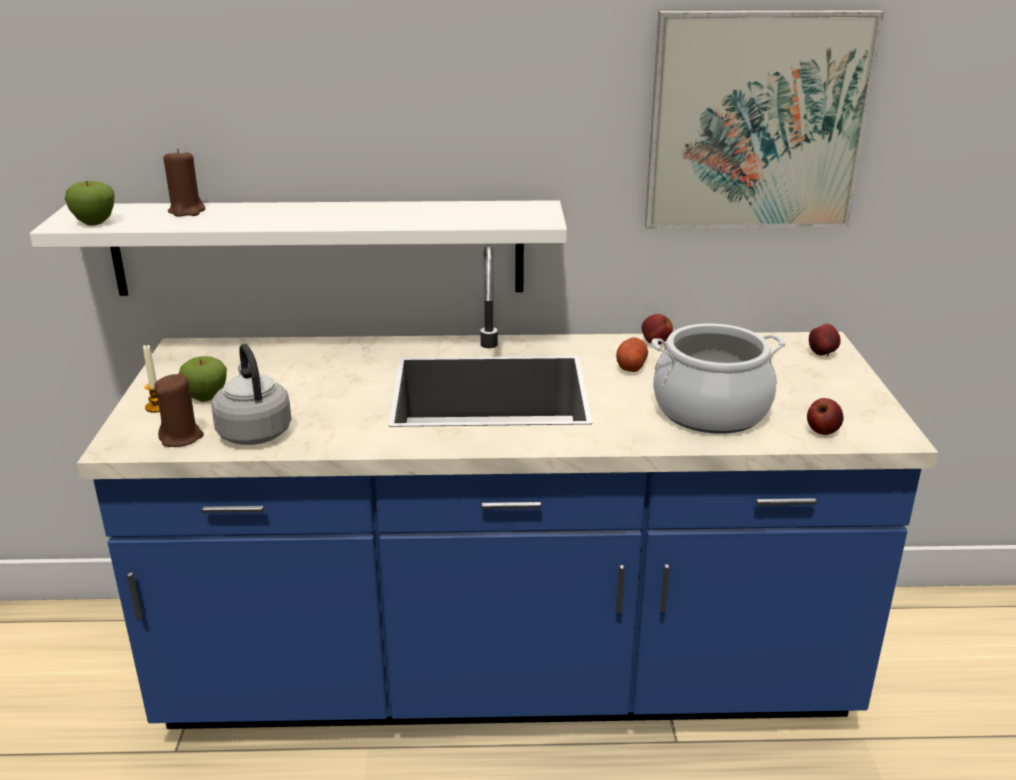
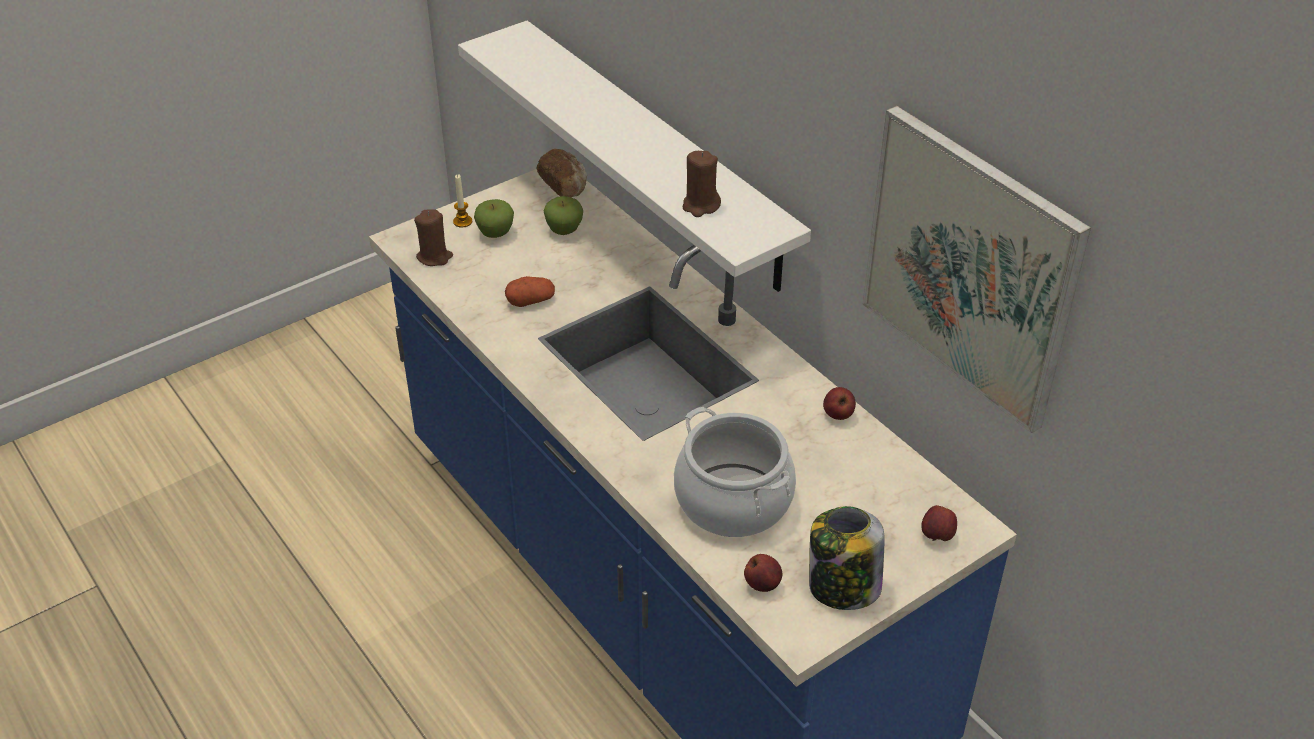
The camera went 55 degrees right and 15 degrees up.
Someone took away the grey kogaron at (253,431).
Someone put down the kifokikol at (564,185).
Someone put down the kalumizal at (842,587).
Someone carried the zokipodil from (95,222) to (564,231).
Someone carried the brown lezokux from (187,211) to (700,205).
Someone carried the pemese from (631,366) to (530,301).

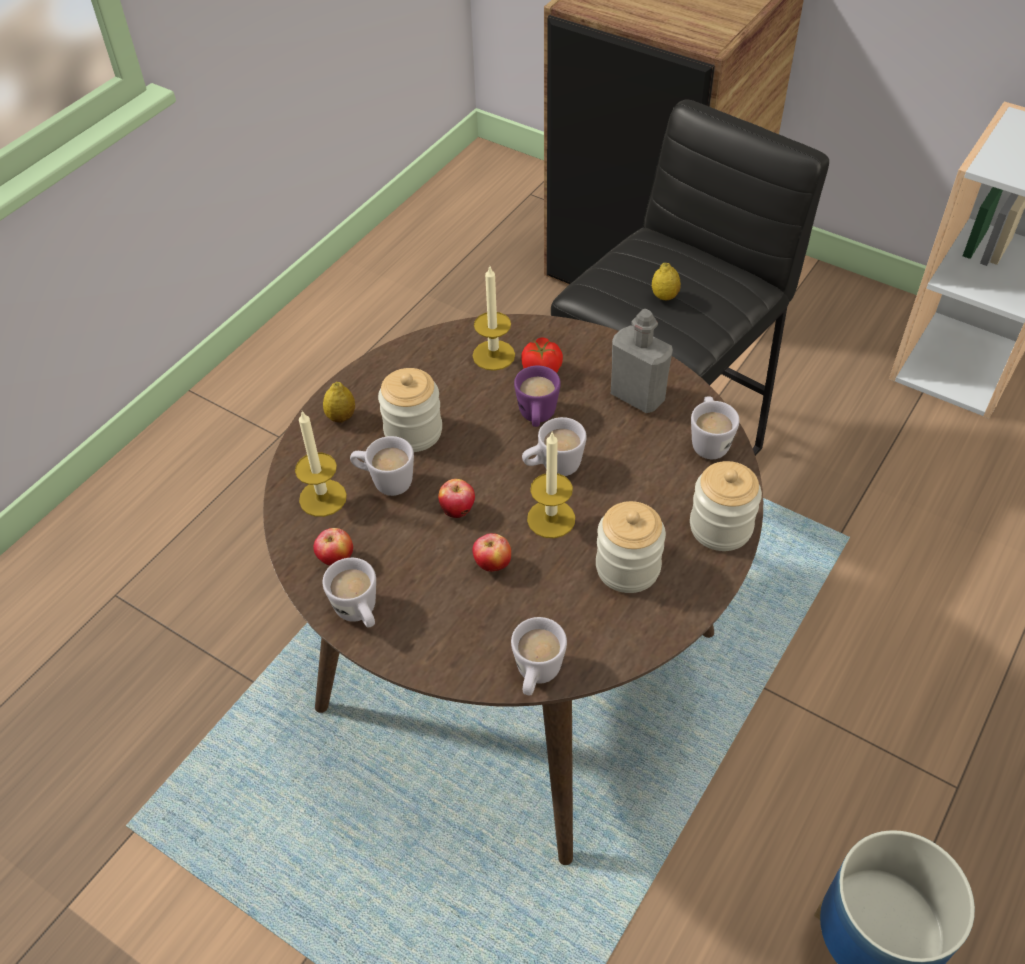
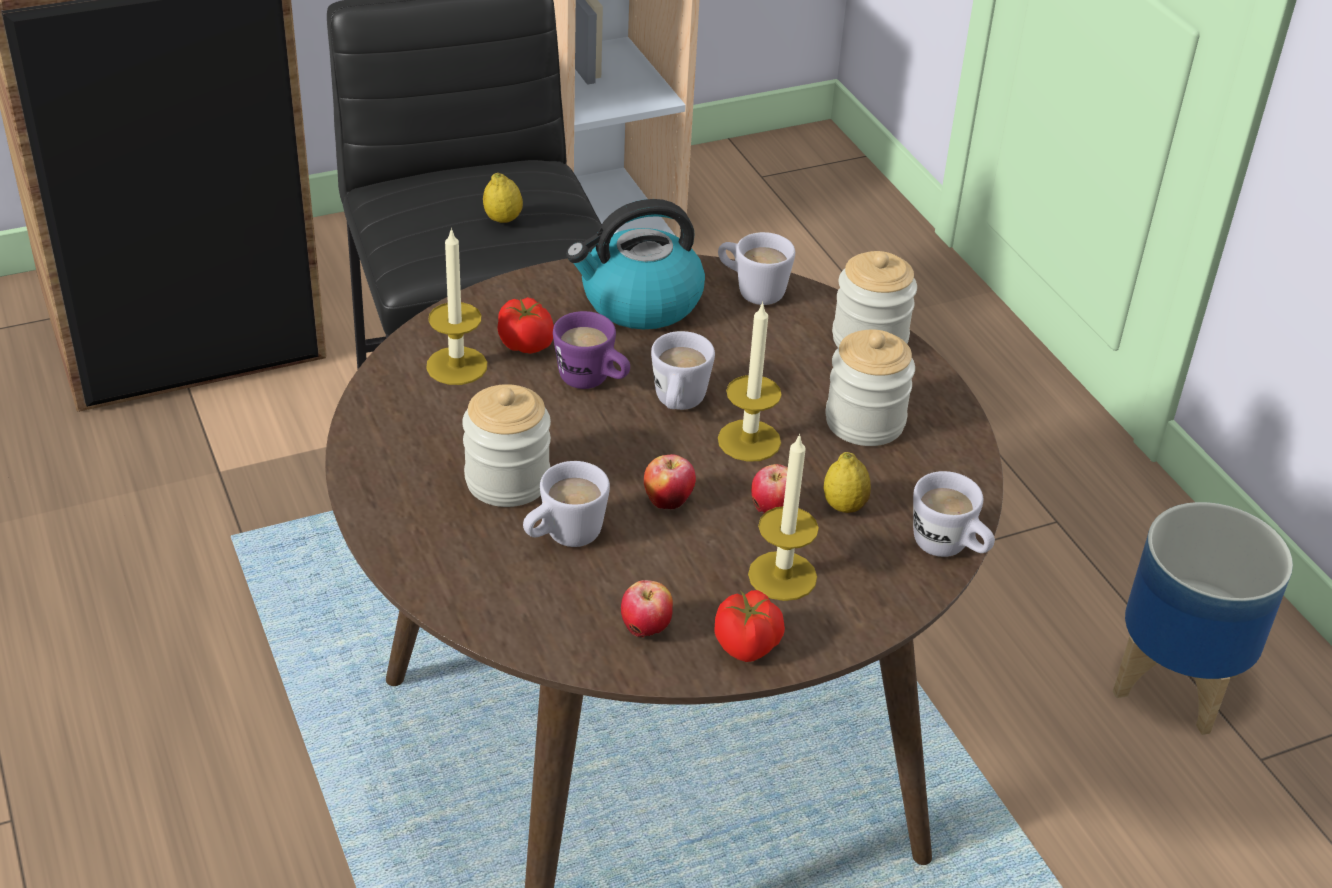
The camera went 60 degrees left and 10 degrees down.
Someone carried the lezokux from (323,498) to (782,576).
Someone carried the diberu from (341,417) to (844,506).
Someone swapped the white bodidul at (359,614) for the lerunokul at (747,645).
Someone swapped the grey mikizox at (637,396) for the kogaron at (639,302).

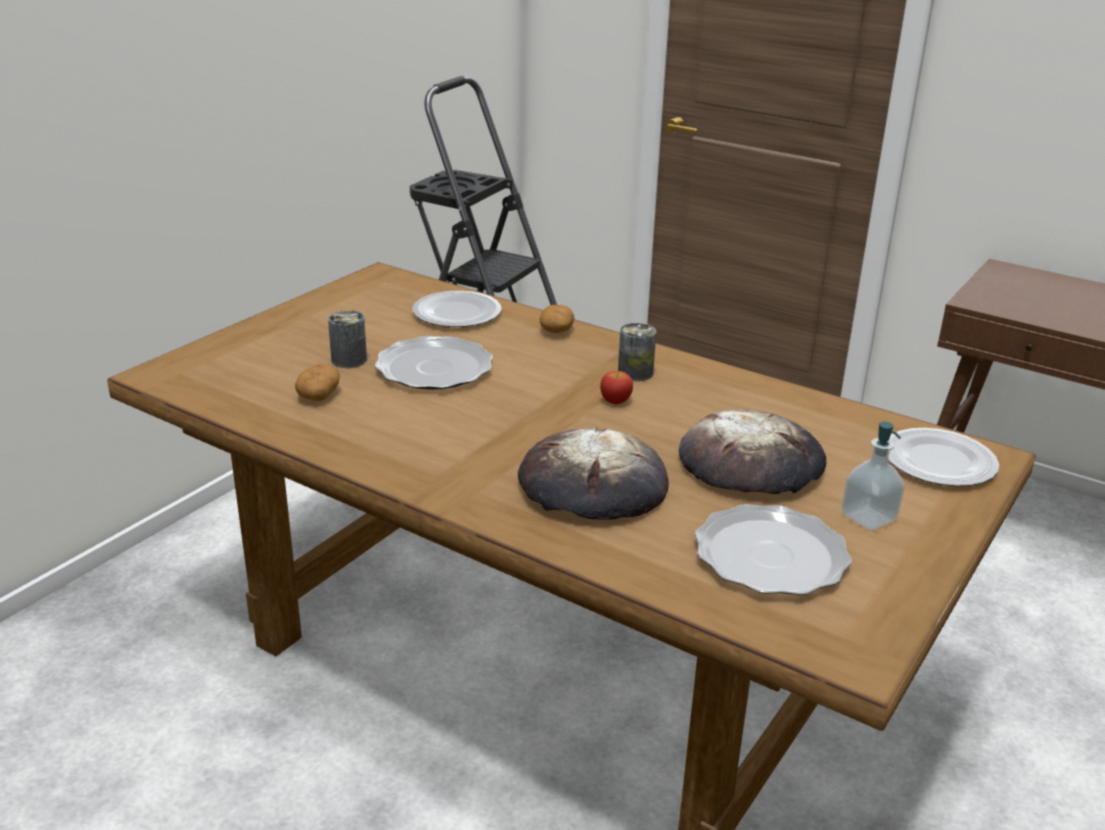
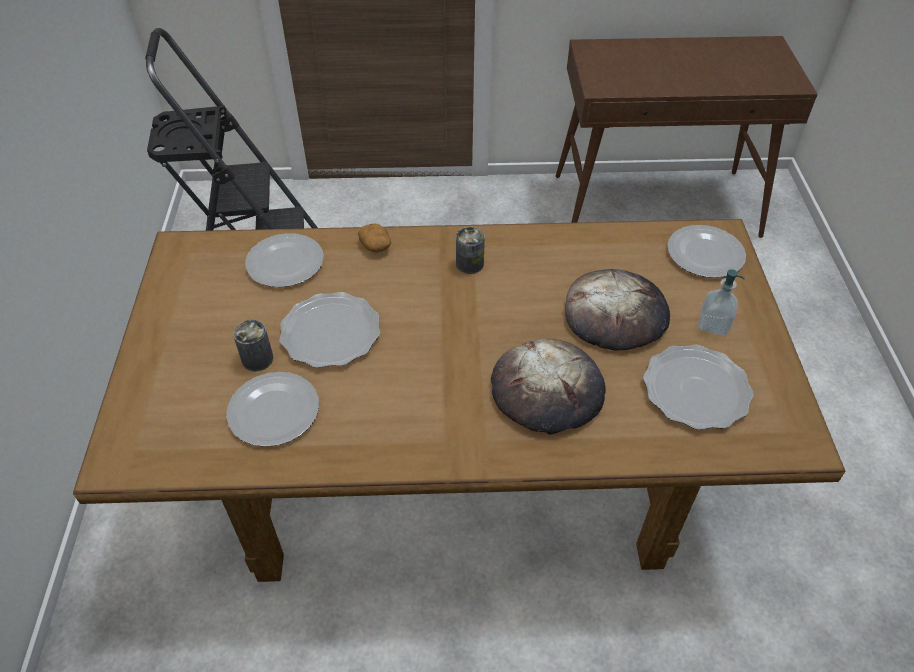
The camera went 35 degrees left and 20 degrees up.
Someone took away the zokipodil at (616,401).
Someone swapped the pemese at (318,395) for the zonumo at (274,410).

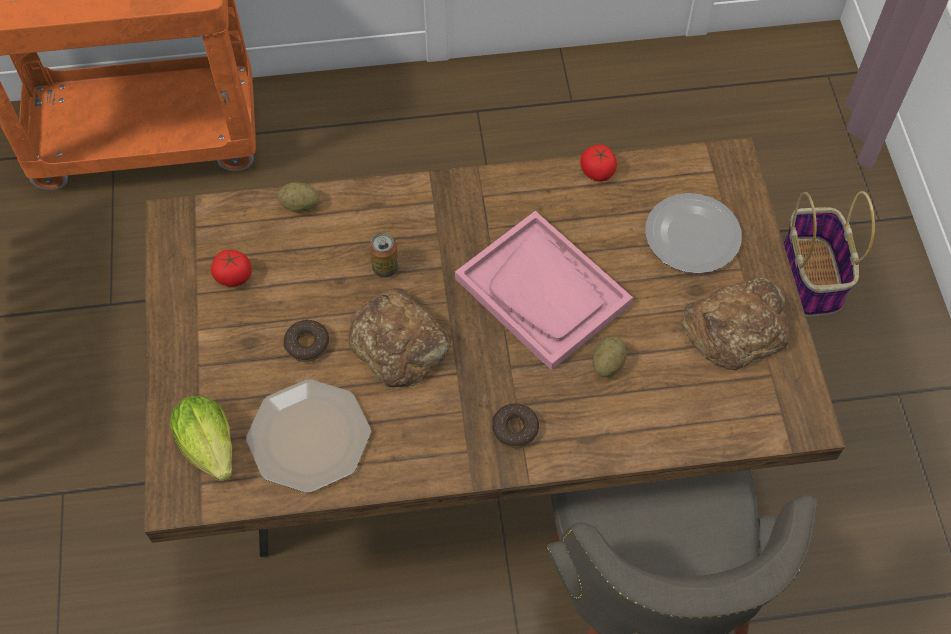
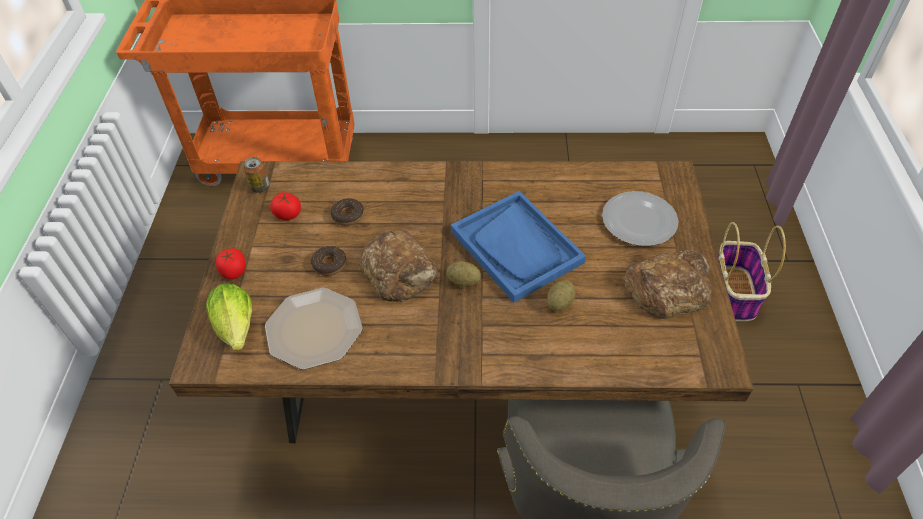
The camera went 10 degrees right and 10 degrees down.
Someone carried the pemese from (300,205) to (463,281).
Someone carried the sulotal from (385,267) to (260,187).
Someone carried the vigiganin from (515,429) to (348,215).
Someone carried the lerunokul from (597,172) to (234,271).
Someone repainted the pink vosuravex at (543,291), which became the blue vosuravex at (517,247).

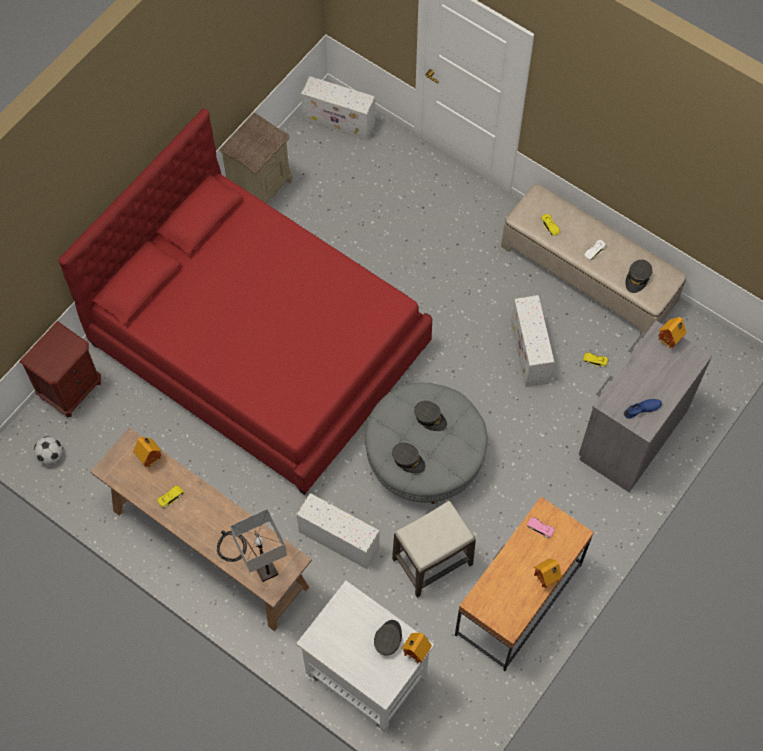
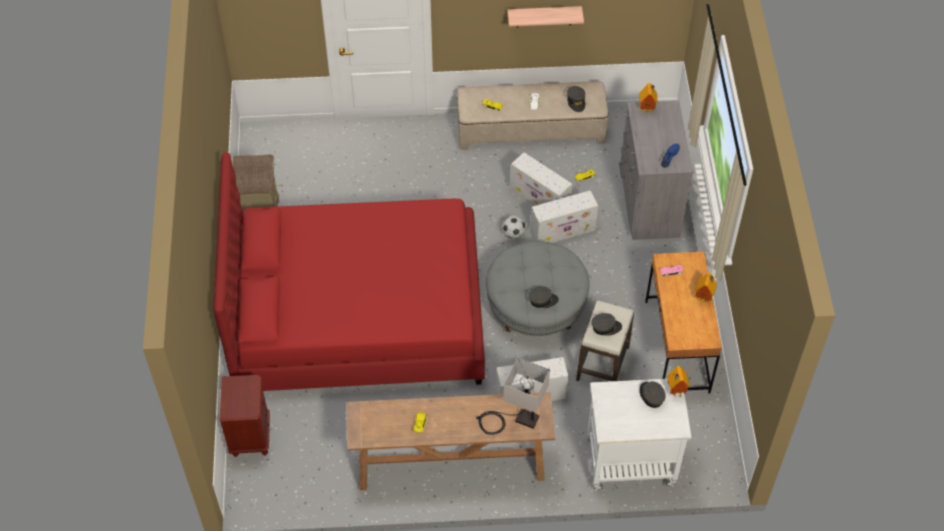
The camera went 40 degrees left and 10 degrees down.
Someone took away the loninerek at (151,458).
Someone put up the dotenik at (544,16).
Someone carried the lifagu from (50,455) to (513,233).
Someone carried the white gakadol from (340,122) to (563,230).
Someone carried the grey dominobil from (430,418) to (605,327).

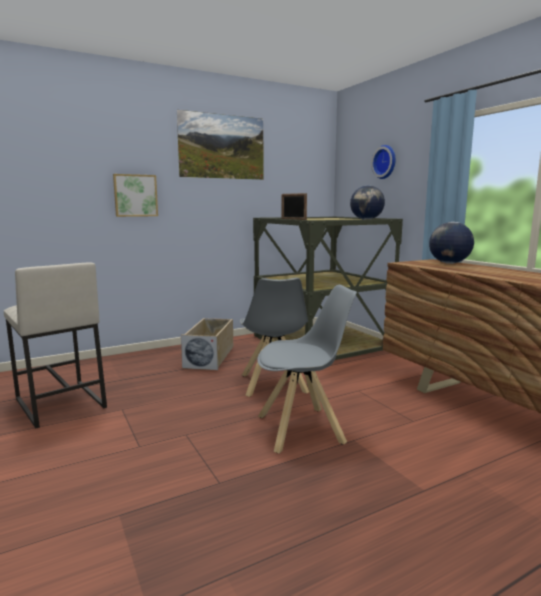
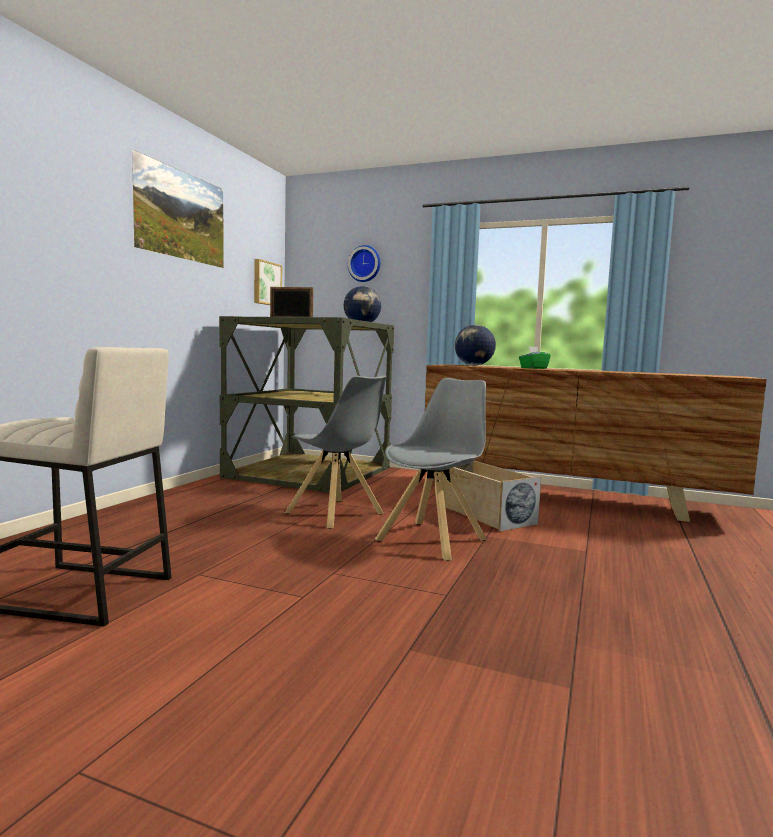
The camera went 40 degrees left and 5 degrees down.
Someone put down the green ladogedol at (533,368).
Someone carried the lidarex from (135,195) to (266,283).
Someone carried the beige gakadol from (210,356) to (483,514).

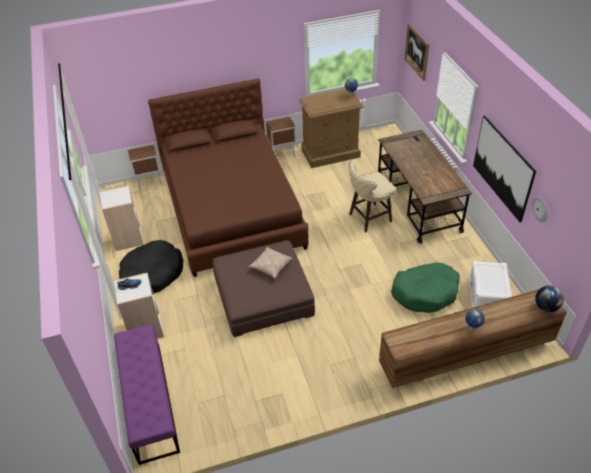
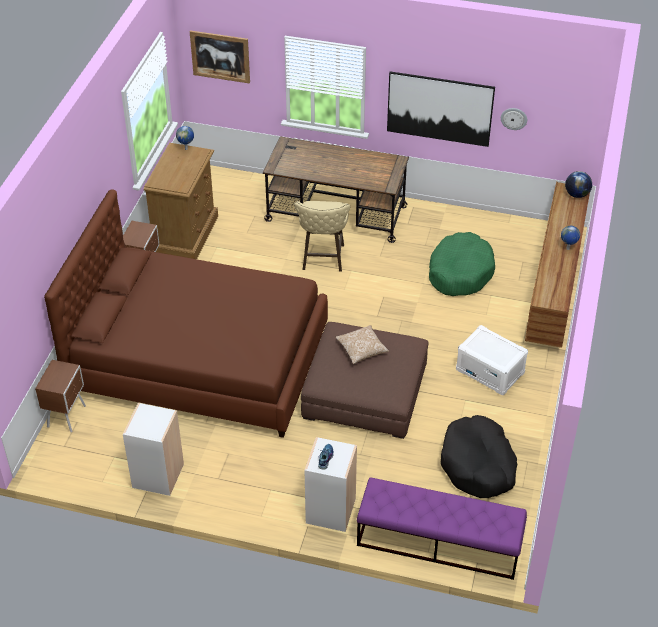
The camera went 60 degrees left and 0 degrees up.
Someone carried the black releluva from (152,274) to (478,465).
Someone carried the white gakadol from (487,297) to (490,371).

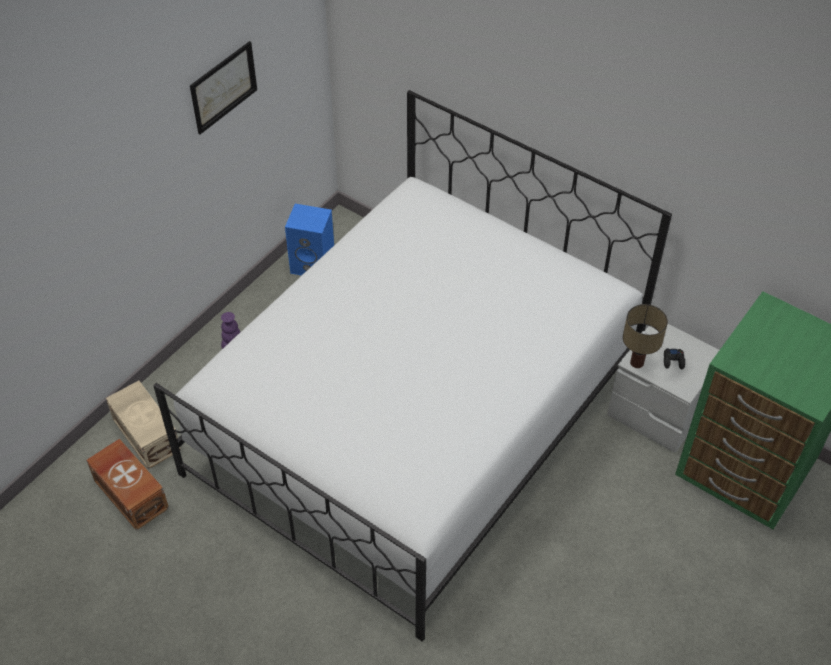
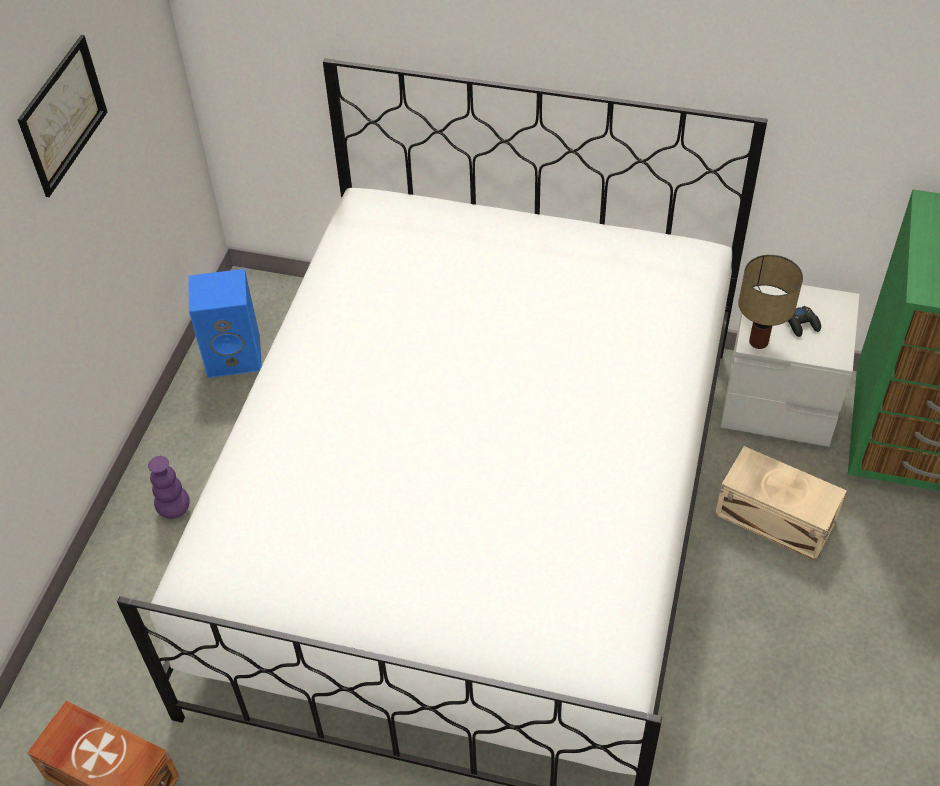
The camera went 20 degrees left and 0 degrees up.
Someone carried the beige gakadol from (147,433) to (774,516).

